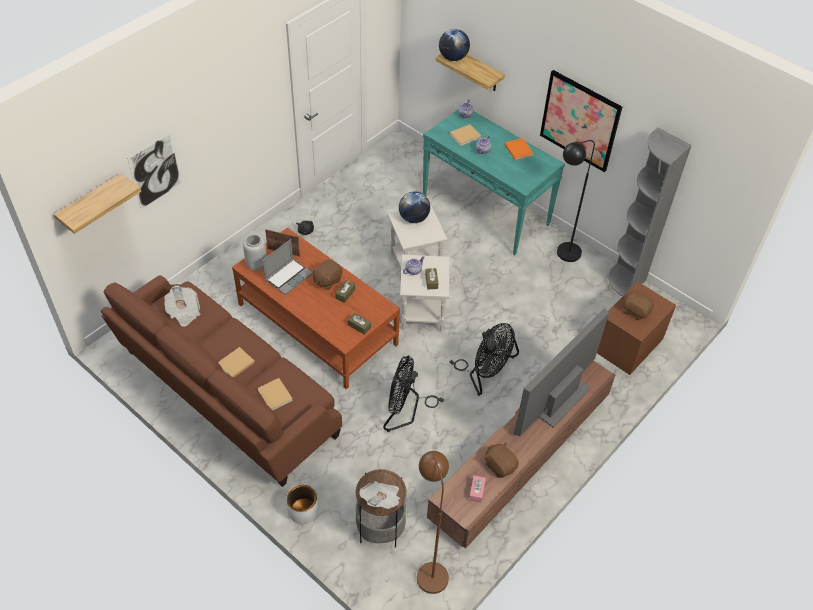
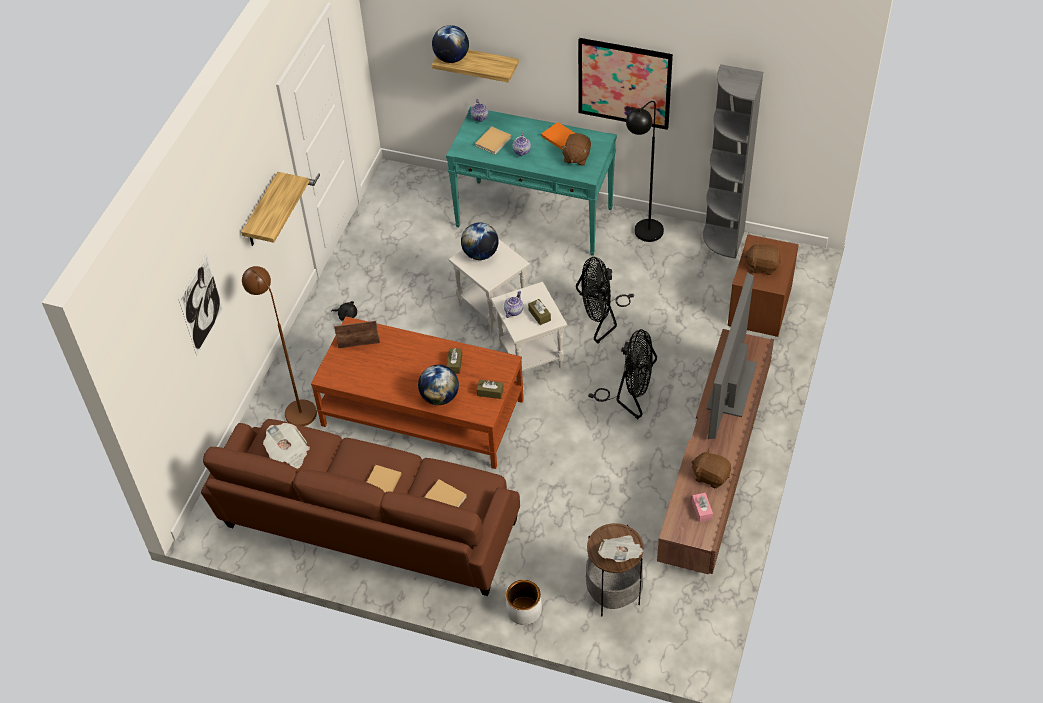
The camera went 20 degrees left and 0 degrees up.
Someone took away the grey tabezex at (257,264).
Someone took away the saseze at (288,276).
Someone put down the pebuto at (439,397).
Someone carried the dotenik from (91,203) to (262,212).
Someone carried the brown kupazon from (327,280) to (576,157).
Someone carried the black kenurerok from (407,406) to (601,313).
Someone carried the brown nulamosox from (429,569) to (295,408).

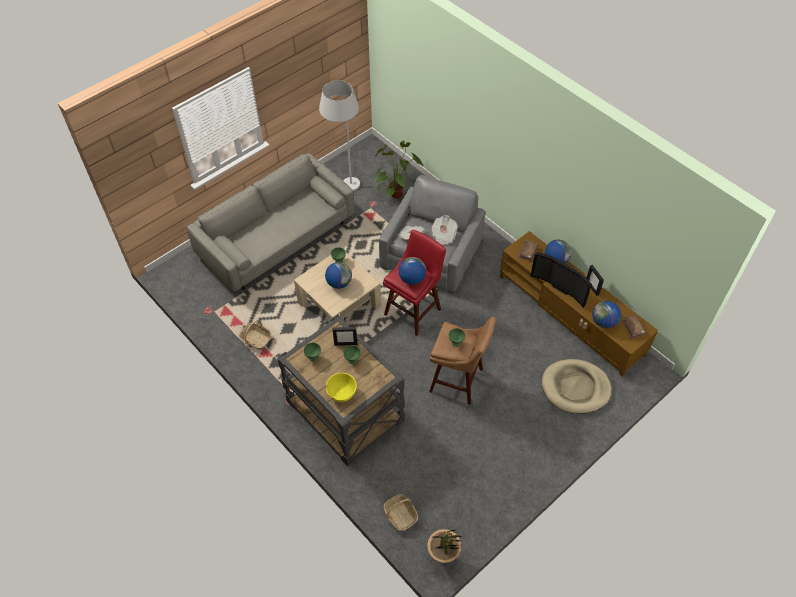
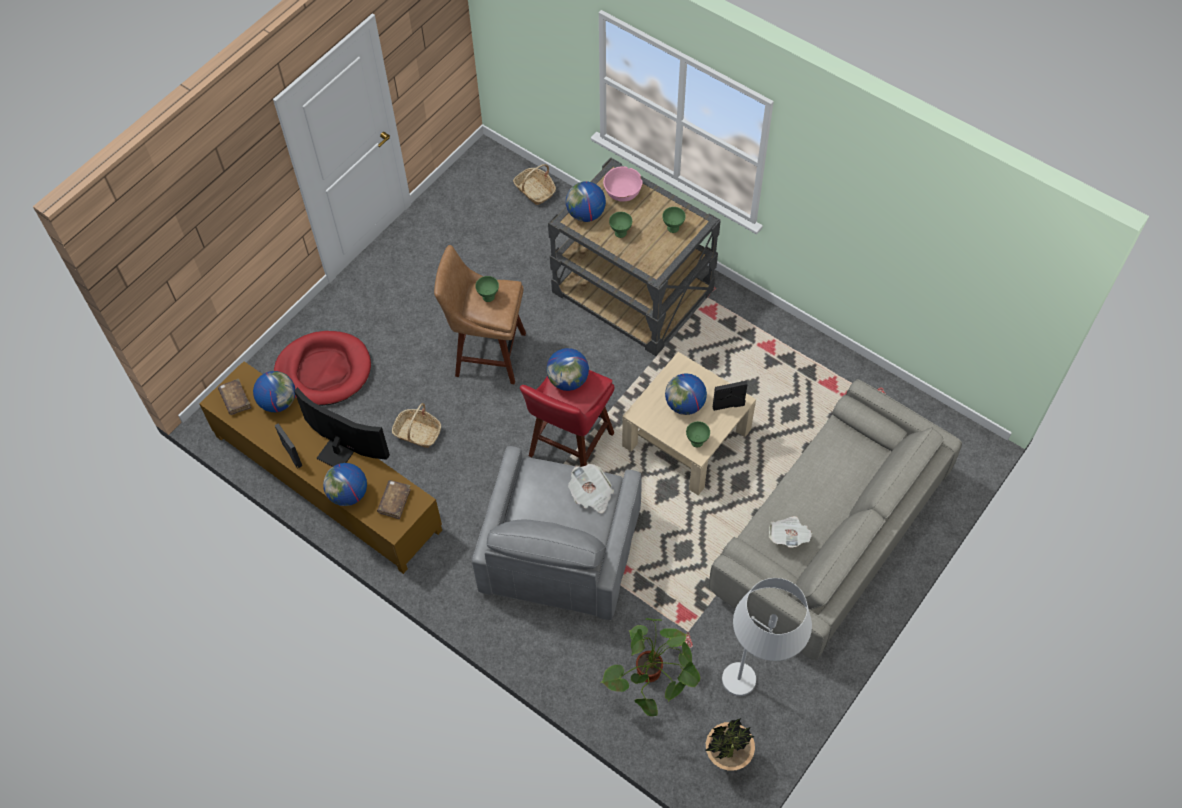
The camera went 170 degrees right and 5 degrees up.
Someone put down the pebuto at (585,214).
Someone carried the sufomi from (256,339) to (418,433).
Someone carried the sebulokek from (345,343) to (728,406).
Someone carried the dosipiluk from (443,556) to (726,760).
Someone carried the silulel from (443,235) to (788,536).
Someone repainted the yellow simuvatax at (342,393), which became the pink simuvatax at (622,193).
Someone repainted the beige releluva at (575,388), which became the red releluva at (323,371).

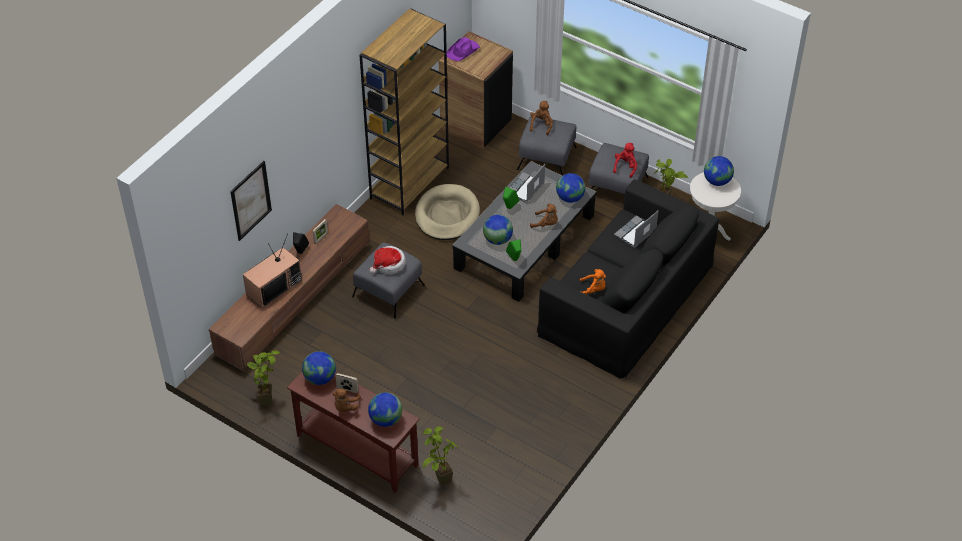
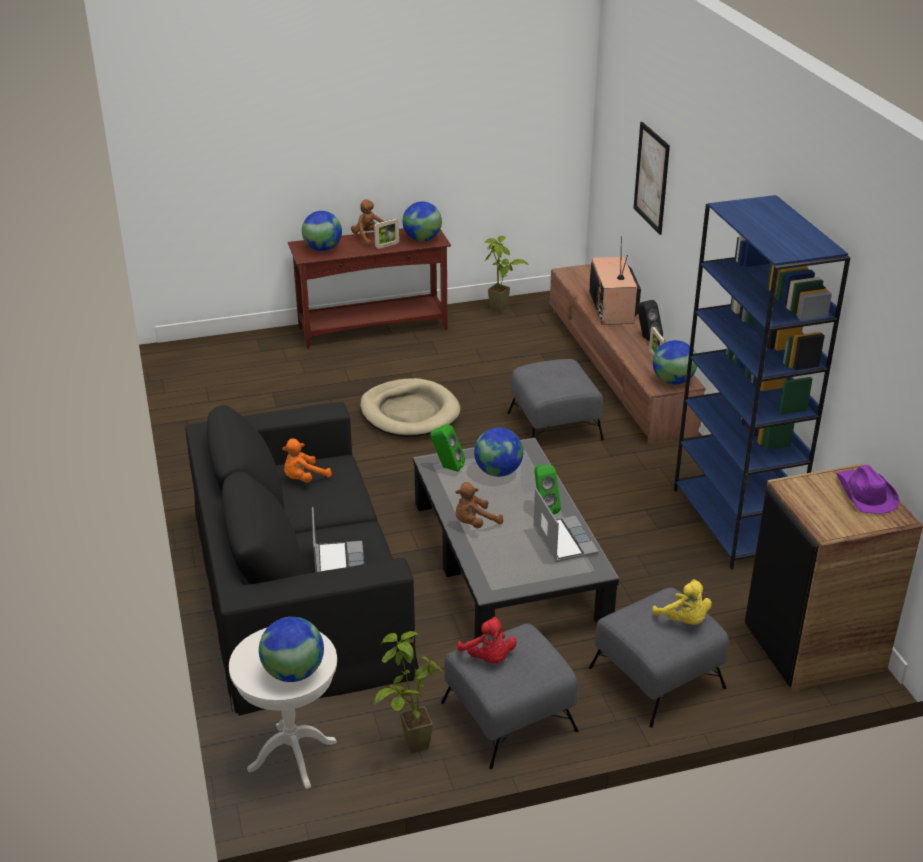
The camera went 130 degrees right and 15 degrees down.
Someone took away the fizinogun at (388,264).
Someone took away the dosipiluk at (438,481).
Someone carried the beige releluva from (447,215) to (409,413).
Someone carried the pebuto from (570,198) to (673,381).
Someone repainted the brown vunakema at (409,183), which became the blue vunakema at (733,522).
Someone repainted the brown kupazon at (541,125), which became the yellow kupazon at (684,621).

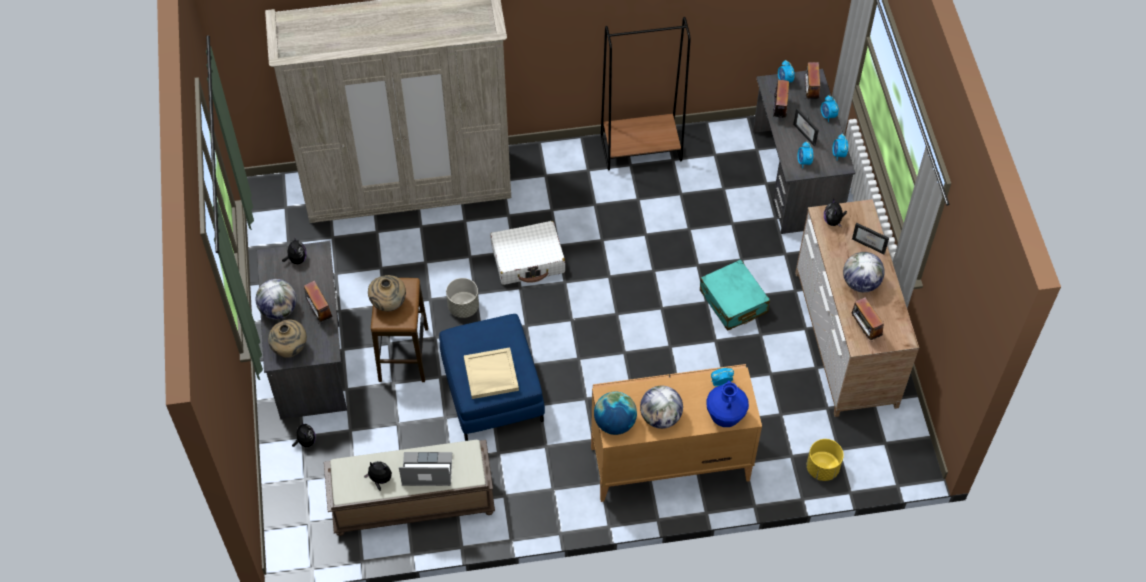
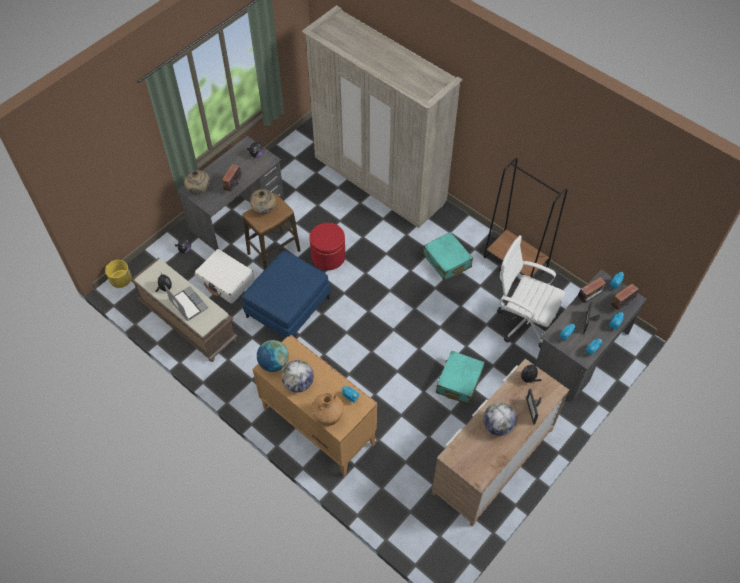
The camera went 50 degrees right and 0 degrees up.
Someone took away the pebuto at (279,309).
Someone took away the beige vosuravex at (490,375).
Someone took away the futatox at (864,330).
Someone put down the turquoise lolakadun at (447,261).
Someone put down the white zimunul at (523,322).
Someone carried the white lolakadun from (528,259) to (226,281).
Someone carried the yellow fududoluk from (822,468) to (121,280).
Someone swapped the grey fududoluk at (463,307) for the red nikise at (328,256).
Someone repainted the blue tabezex at (725,417), which became the brown tabezex at (328,417).

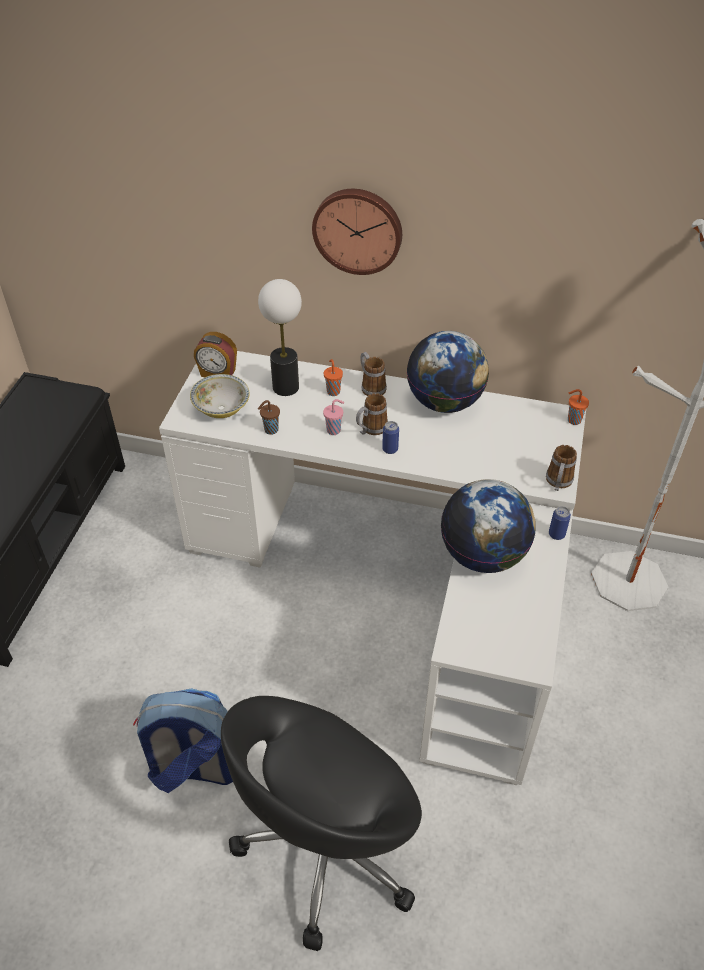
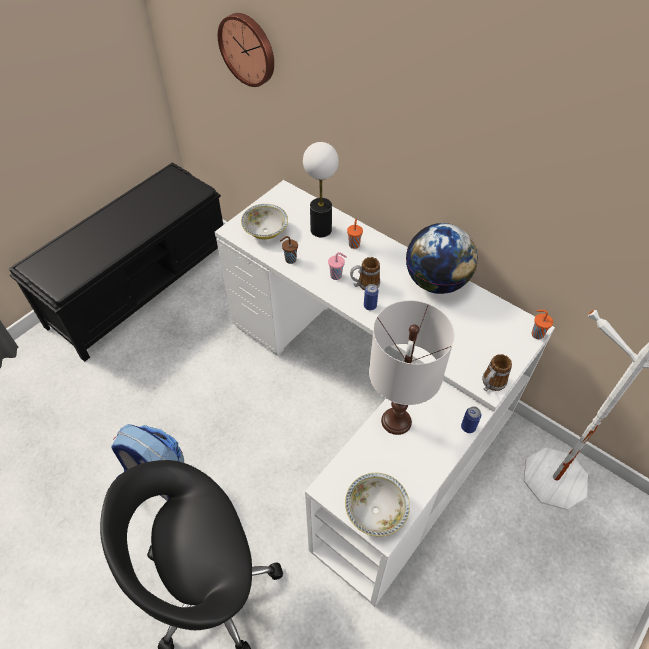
The camera went 25 degrees right and 5 degrees up.
Someone took away the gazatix at (218,373).
Someone took away the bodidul at (371,386).
Someone put down the simuvatax at (375,511).
Someone carried the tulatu from (358,230) to (248,49).
Someone swapped the pebuto at (483,555) for the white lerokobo at (397,421).

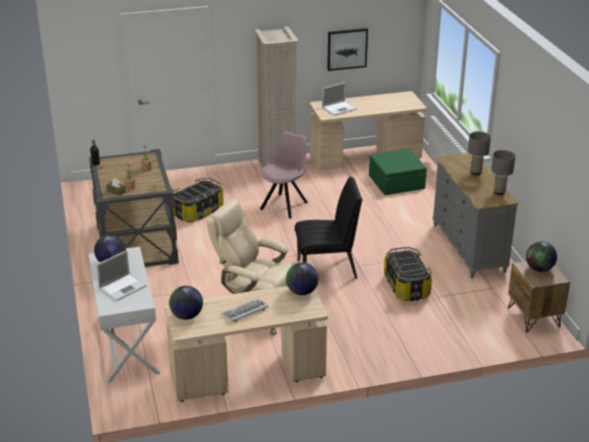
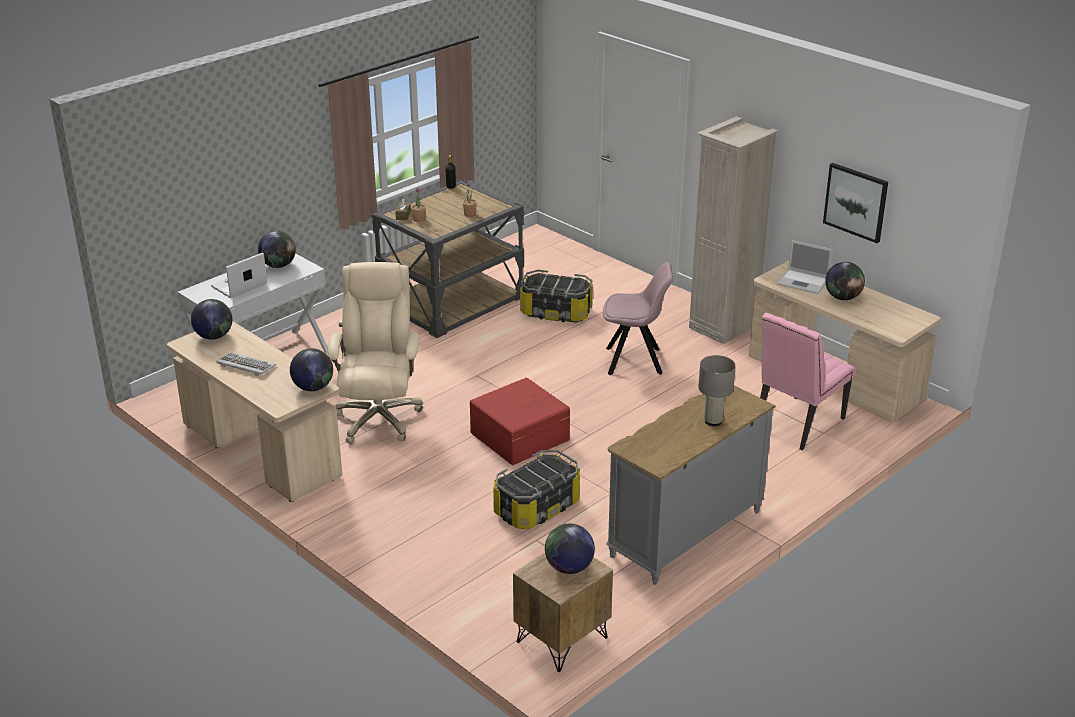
The camera went 60 degrees right and 0 degrees up.
Someone took away the grey lerokobo at (499,192).
Someone put down the pebuto at (842,297).
Someone swapped the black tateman at (326,269) for the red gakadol at (519,436).
Someone swapped the green gakadol at (396,181) for the pink tateman at (799,423).
Someone rotated the saseze at (123,287) by 120 degrees clockwise.

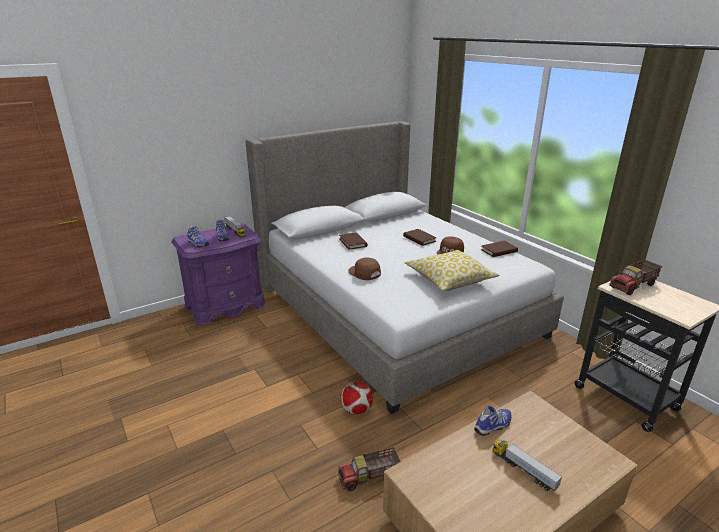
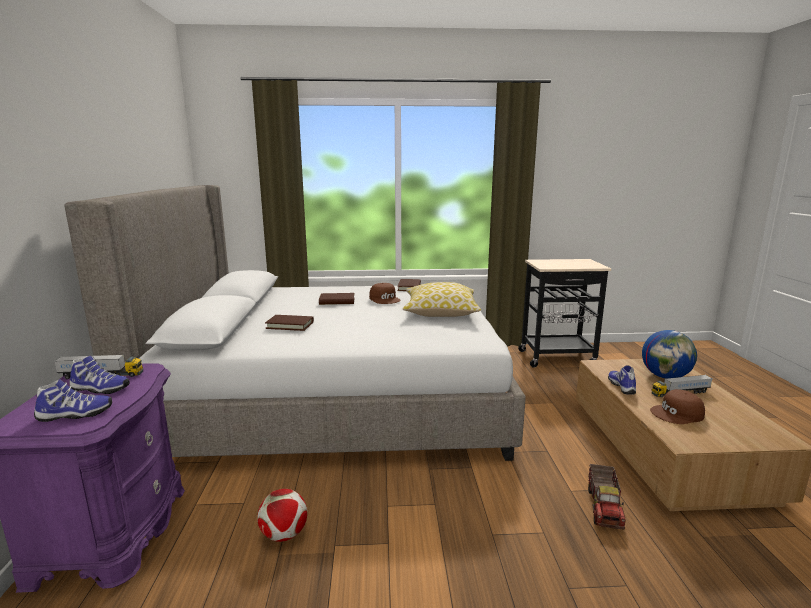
The camera went 60 degrees left and 10 degrees down.
Someone took away the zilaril at (633,286).
Someone put down the pebuto at (665,376).
Someone carried the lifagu from (356,410) to (284,534).
Someone carried the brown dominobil from (364,273) to (677,414).

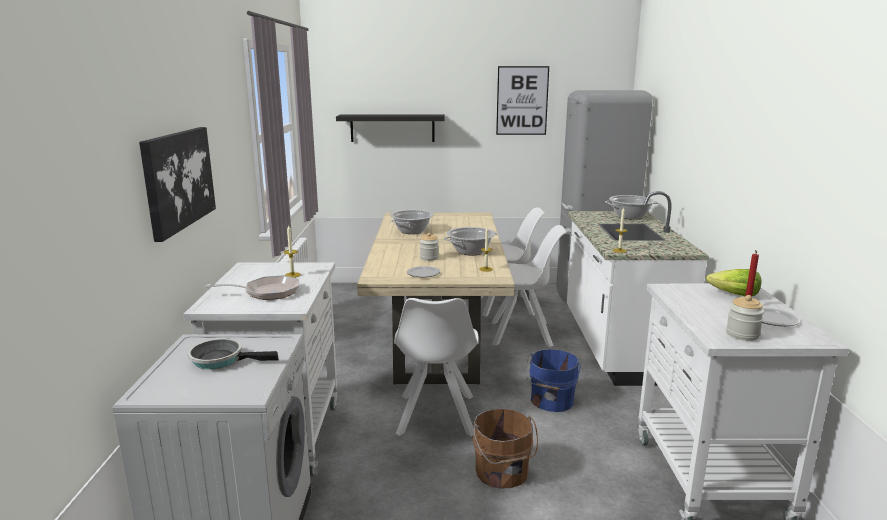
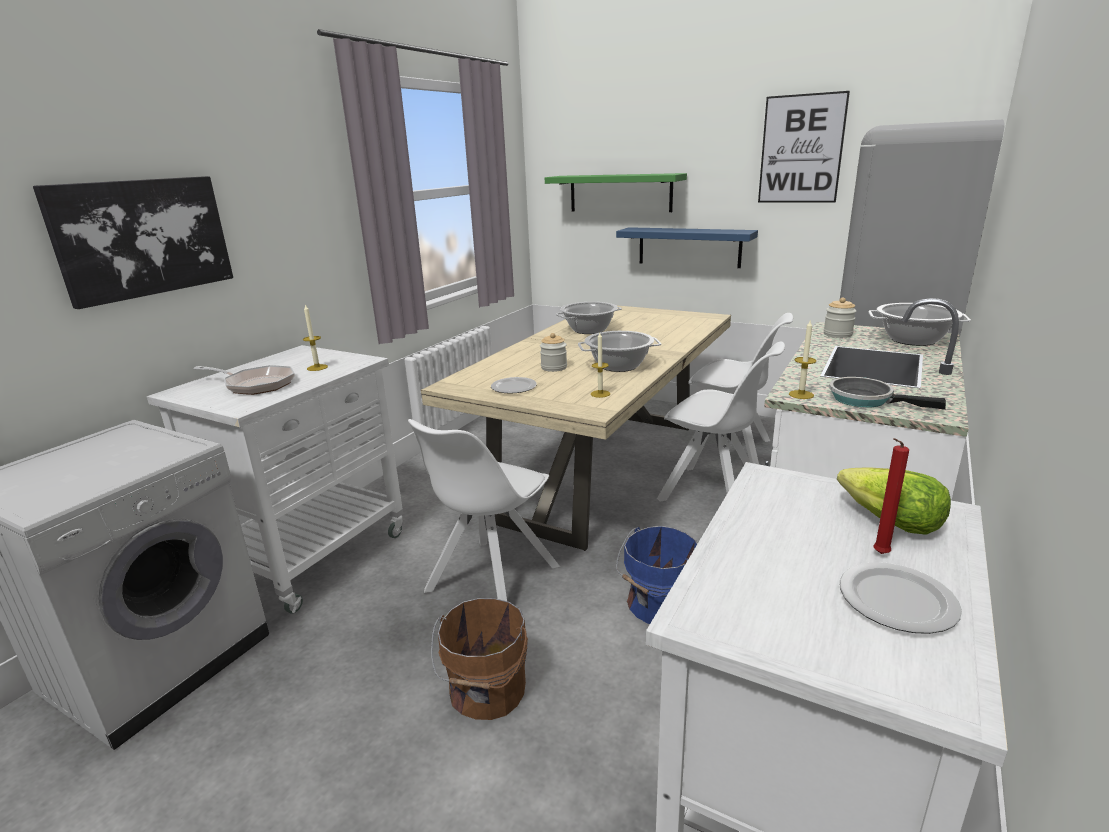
The camera went 30 degrees right and 5 degrees up.
Someone put up the blue dotenik at (689,247).
Someone carried the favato from (221,359) to (866,399).
Someone carried the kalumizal from (742,334) to (837,334).
Someone repainted the black dotenik at (392,128), which became the green dotenik at (620,193).

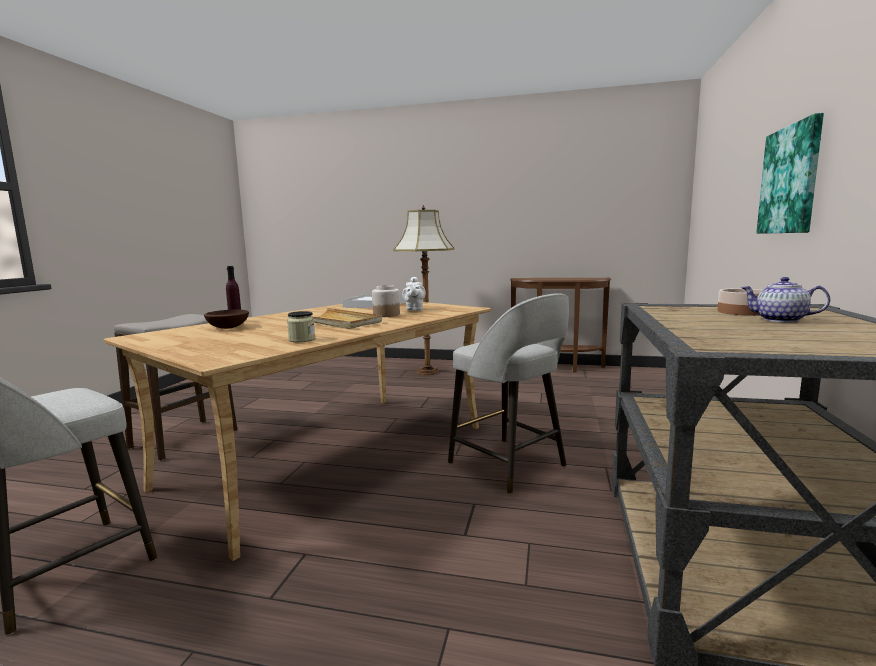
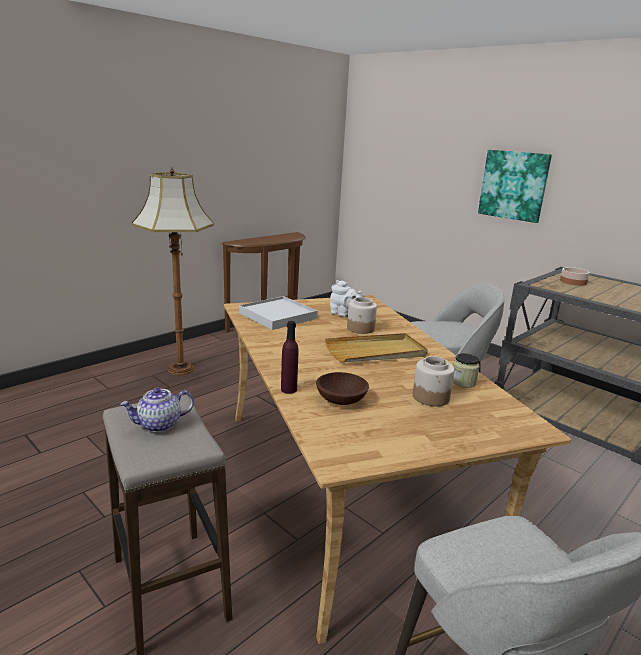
The camera went 60 degrees left and 10 degrees up.
Someone put down the kalumizal at (431,397).
Someone carried the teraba from (780,320) to (159,425).

